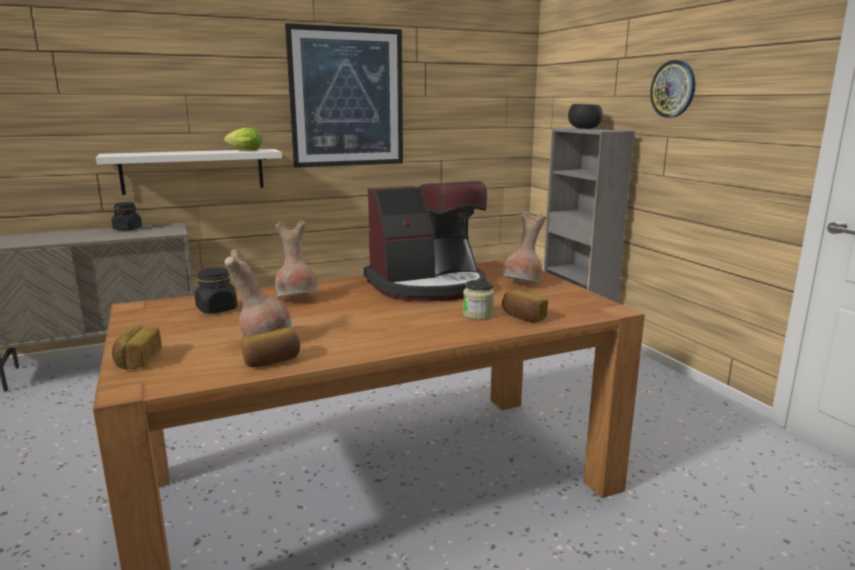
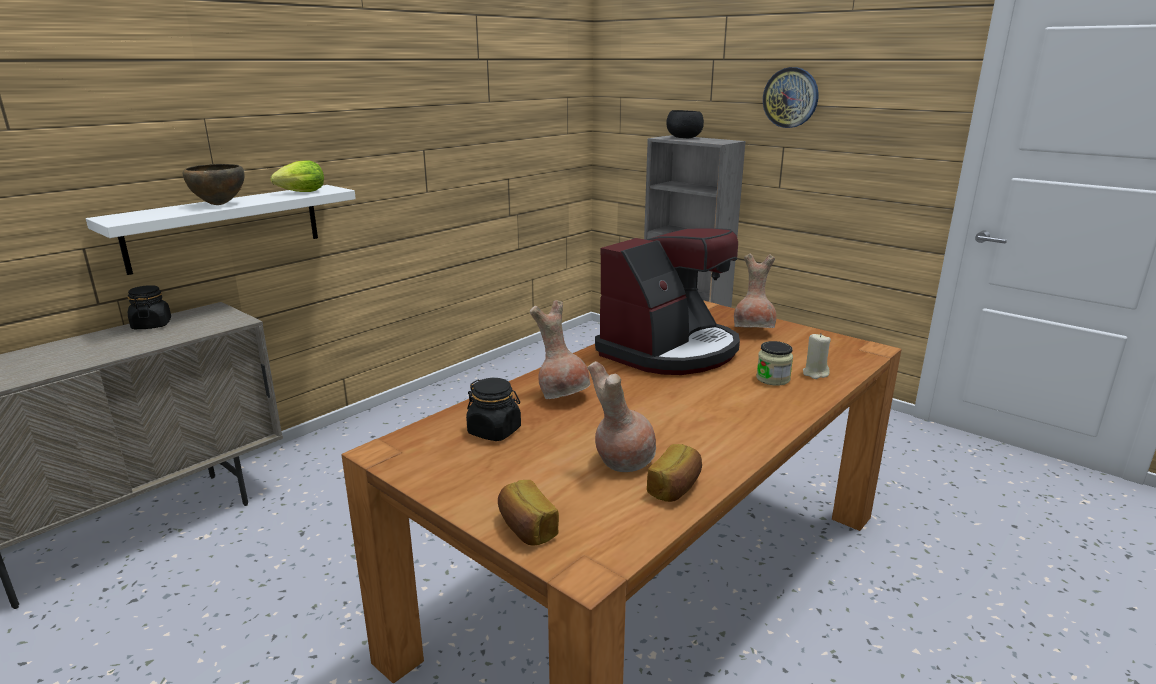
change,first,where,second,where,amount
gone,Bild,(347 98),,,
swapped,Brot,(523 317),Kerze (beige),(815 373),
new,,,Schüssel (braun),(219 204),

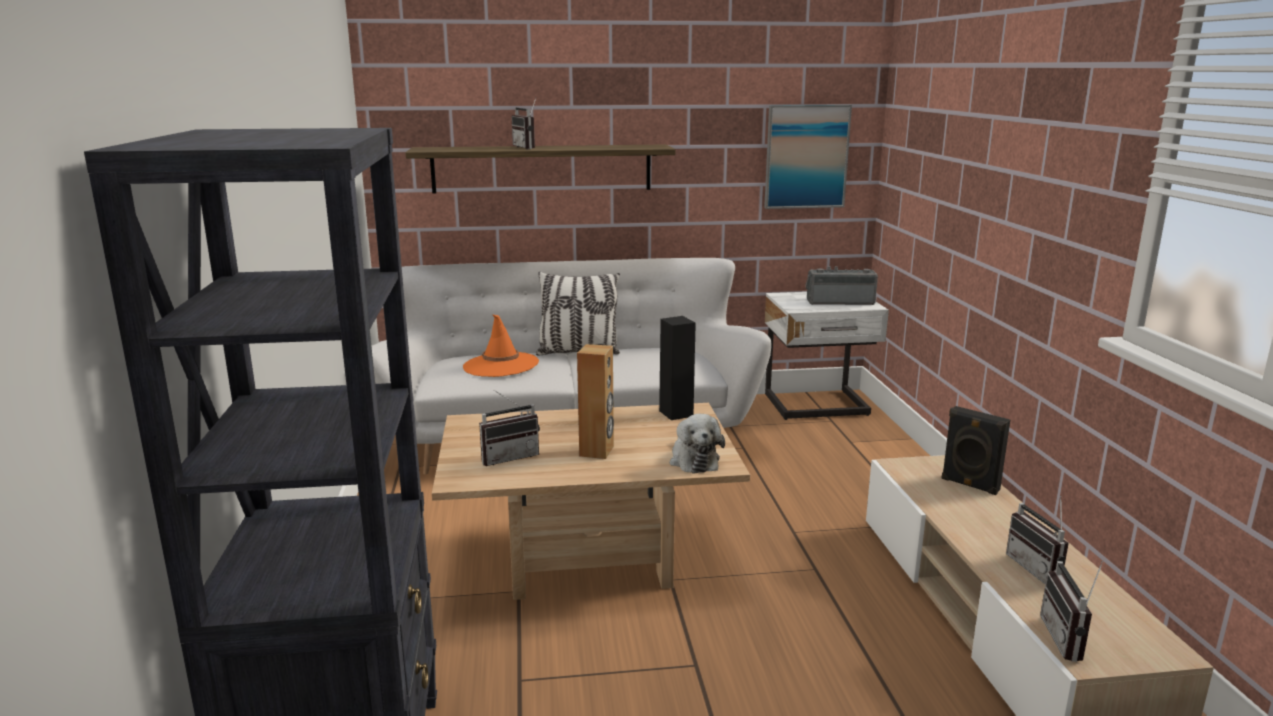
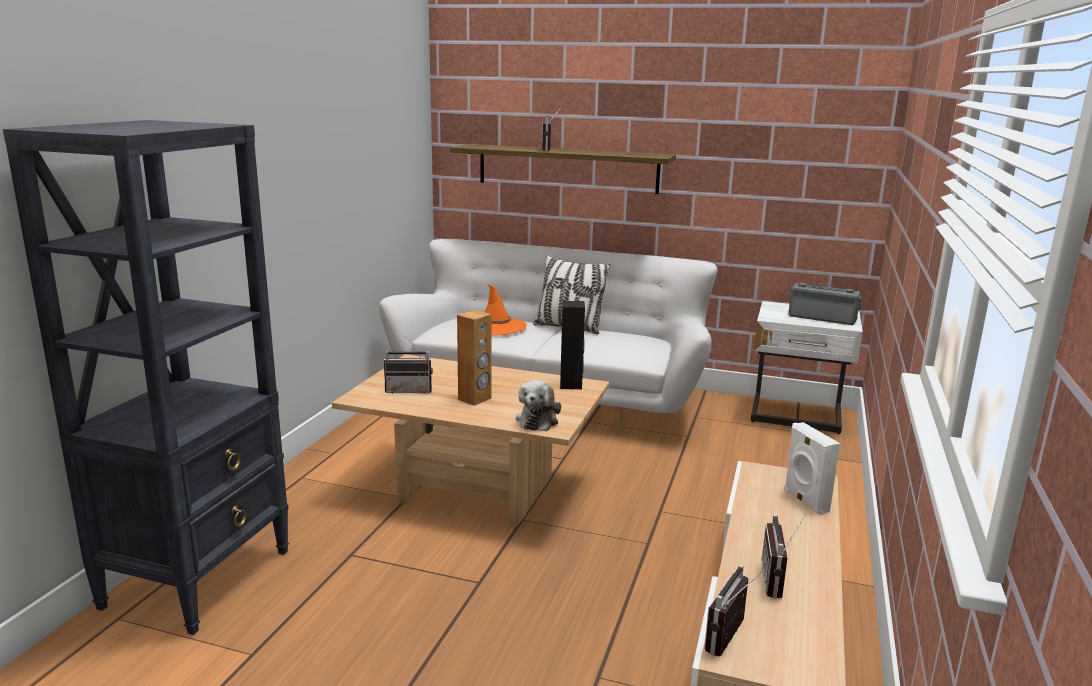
change,first,where,second,where,amount
gone,Bild,(806 156),,,
repainted,Lautsprecher (schwarz),(969 485),Lautsprecher (weiß),(804 501),

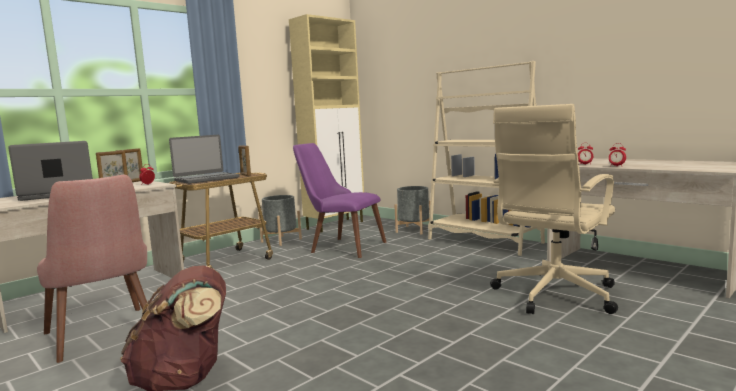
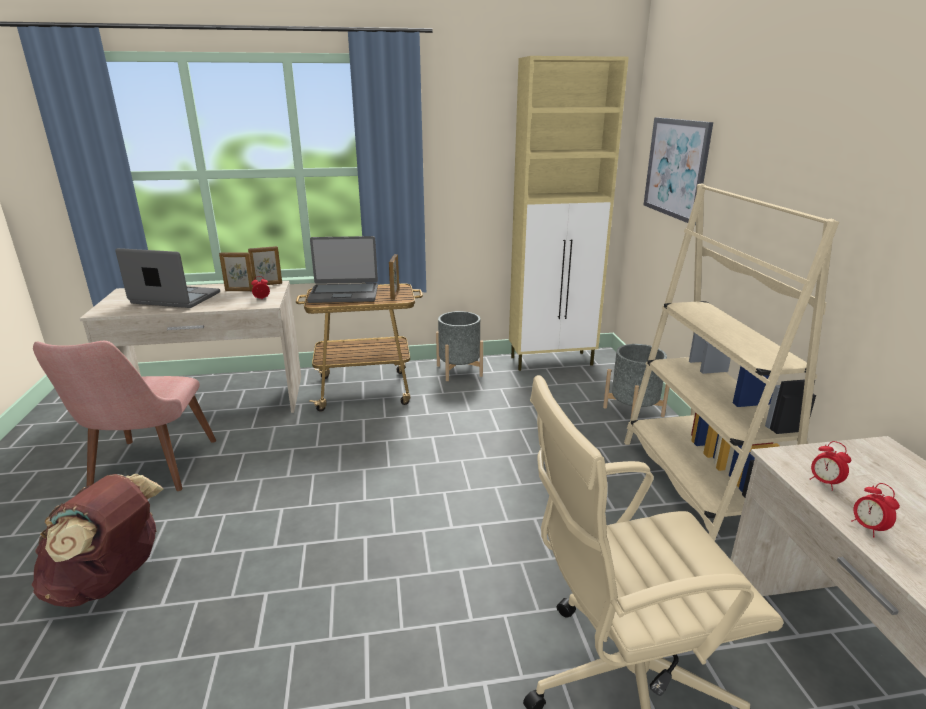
change,first,where,second,where,amount
gone,Stuhl (lila),(340 246),,,
new,,,Bild,(676 168),

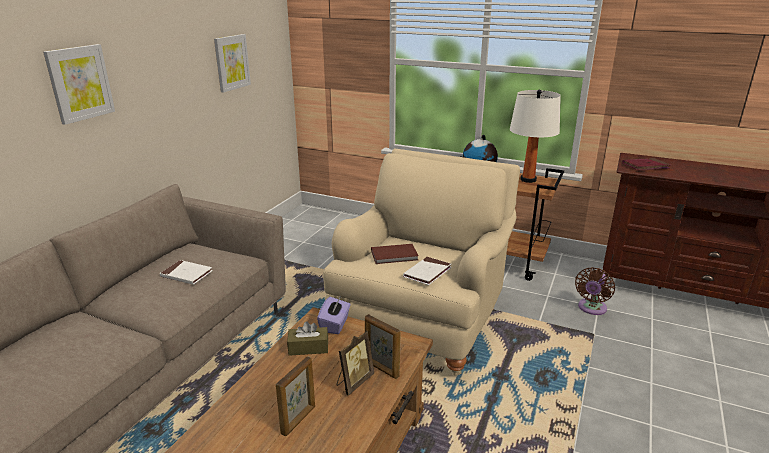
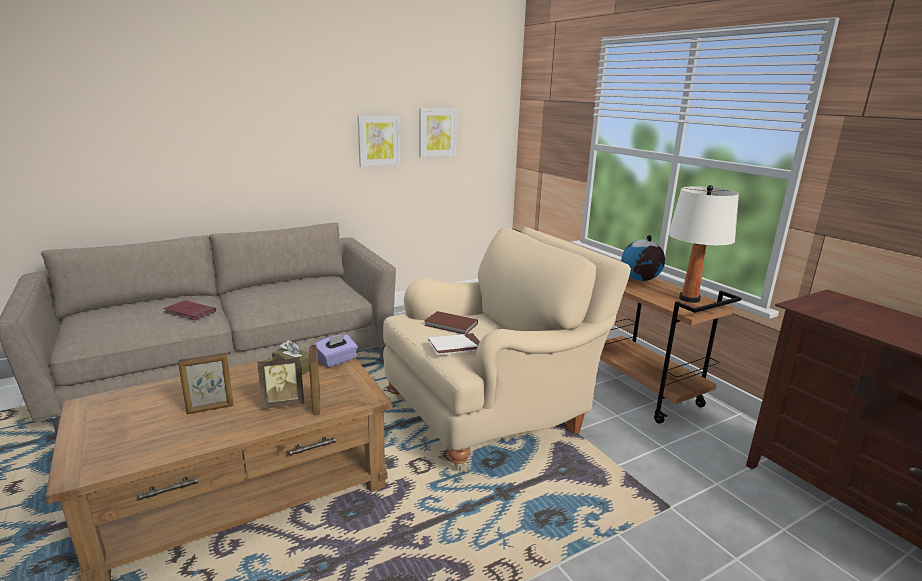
change,first,where,second,where,amount
shifted,Bild,(79 83),,(378 140),
gone,Buch (weiß),(186 274),,,
gone,Ventilator (braun),(591 308),,,
shifted,Buch (rot),(645 166),,(190 312),

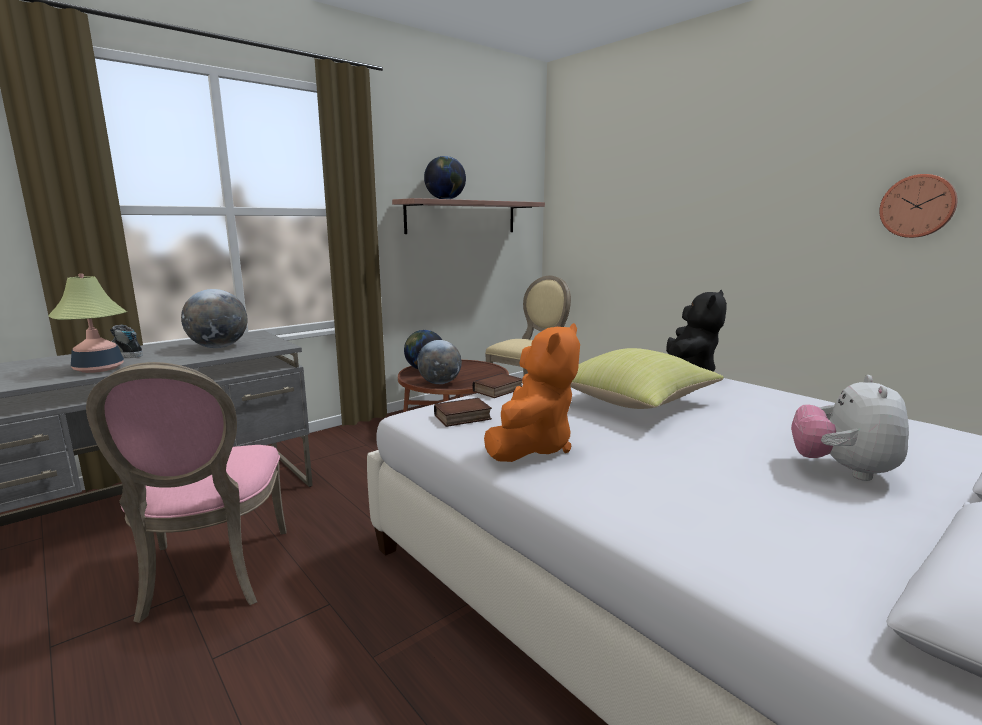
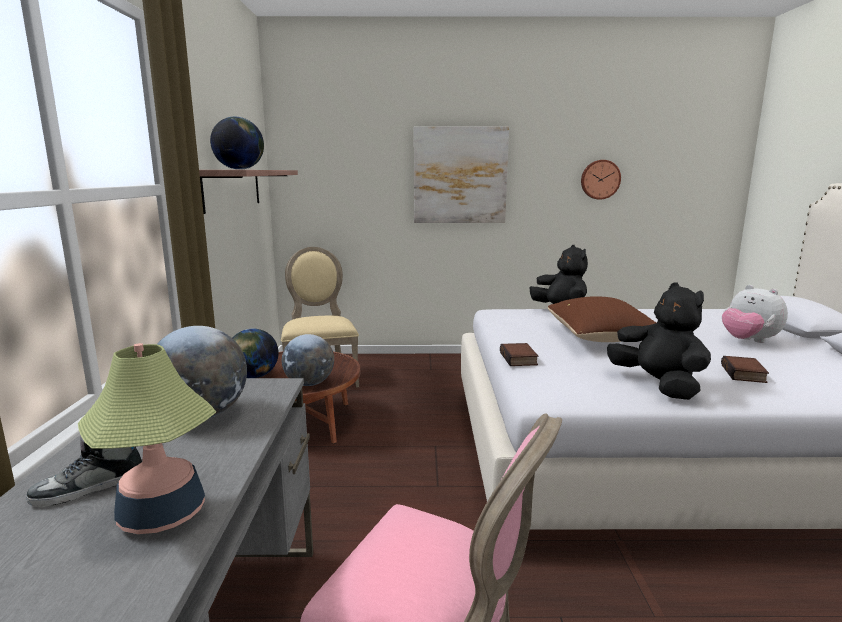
change,first,where,second,where,amount
shifted,Buch,(462 418),,(745 374),
repainted,Plüschtier (orange),(531 446),Plüschtier (schwarz),(657 385),
repainted,Kissen (gelb),(635 404),Kissen (braun),(602 339),
new,,,Bild,(460 175),

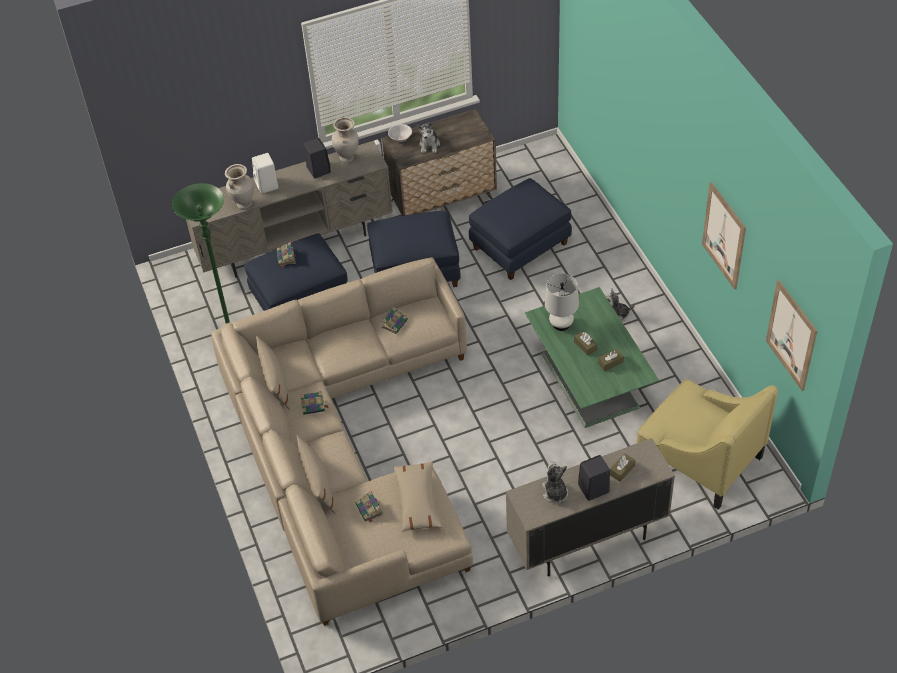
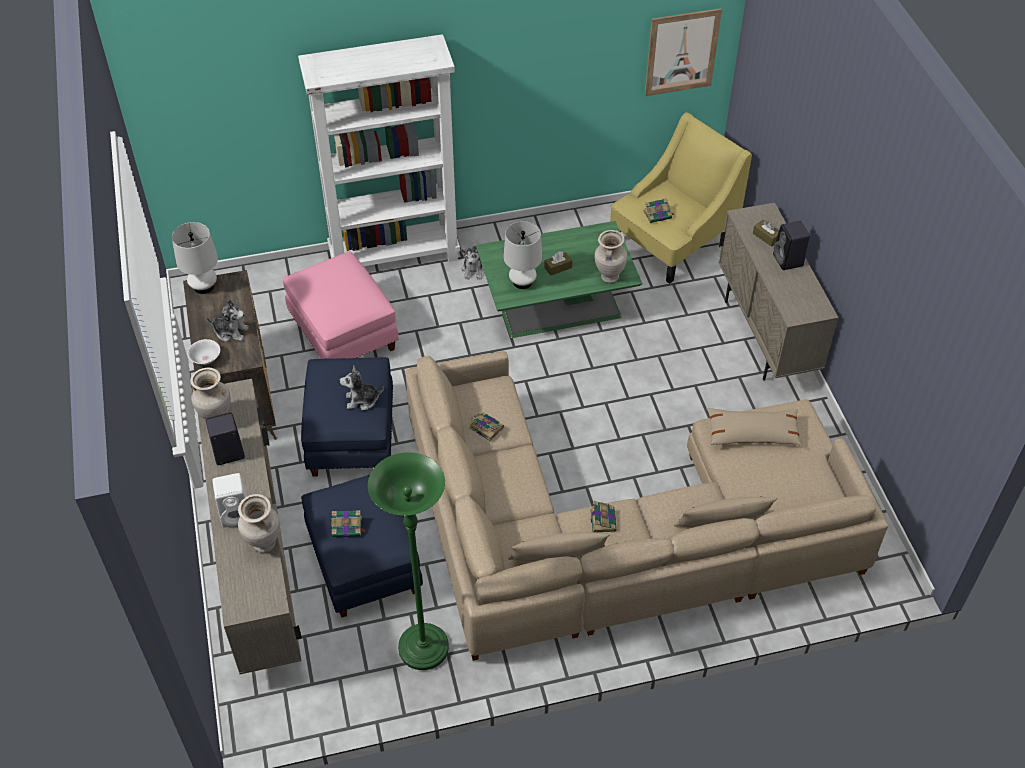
change,first,where,second,where,amount
shifted,Buch,(369 510),,(658 214),
repainted,Polsterhocker (blau),(520 245),Polsterhocker (rosa),(342 334),
shifted,Plüschtier,(555 492),,(362 400),
gone,Taschentuchbox (braun),(610 363),,,
gone,Bild,(724 236),,,
new,,,Tischlampe (weiß),(203 286),
new,,,Bücherregal (weiß),(395 255),
new,,,Vase (beige),(609 277),

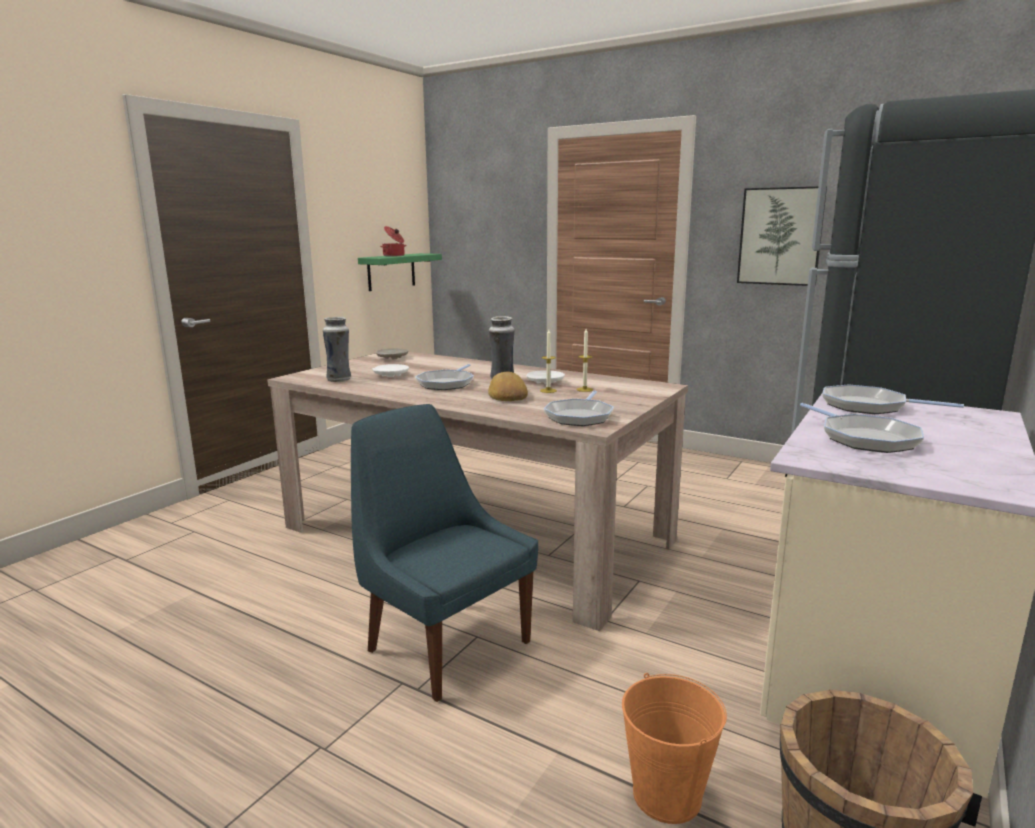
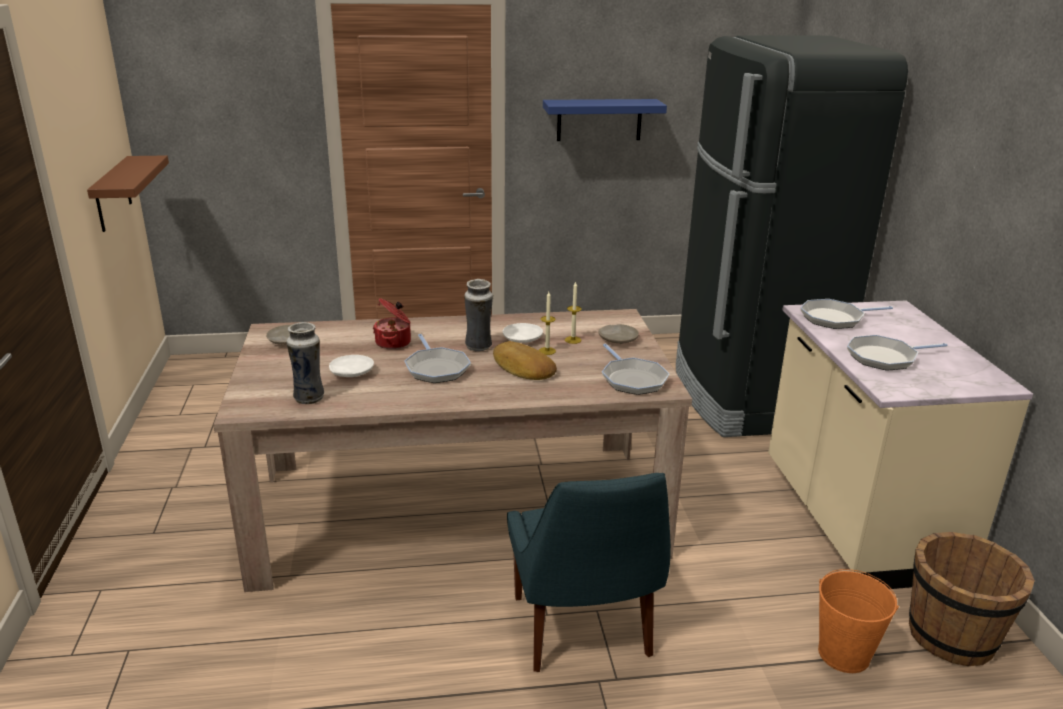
change,first,where,second,where,amount
rotated,Stuhl (blau),(445 644),,(582 630),105 degrees counterclockwise
repainted,Wandregal (grün),(391 271),Wandregal (braun),(112 194),
shifted,Kochtopf,(394 256),,(394 342),
swapped,Bild,(780 236),Wandregal (blau),(599 120),
rotated,Pfanne,(864 438),,(885 357),135 degrees clockwise
new,,,Teller (beige),(618 339),

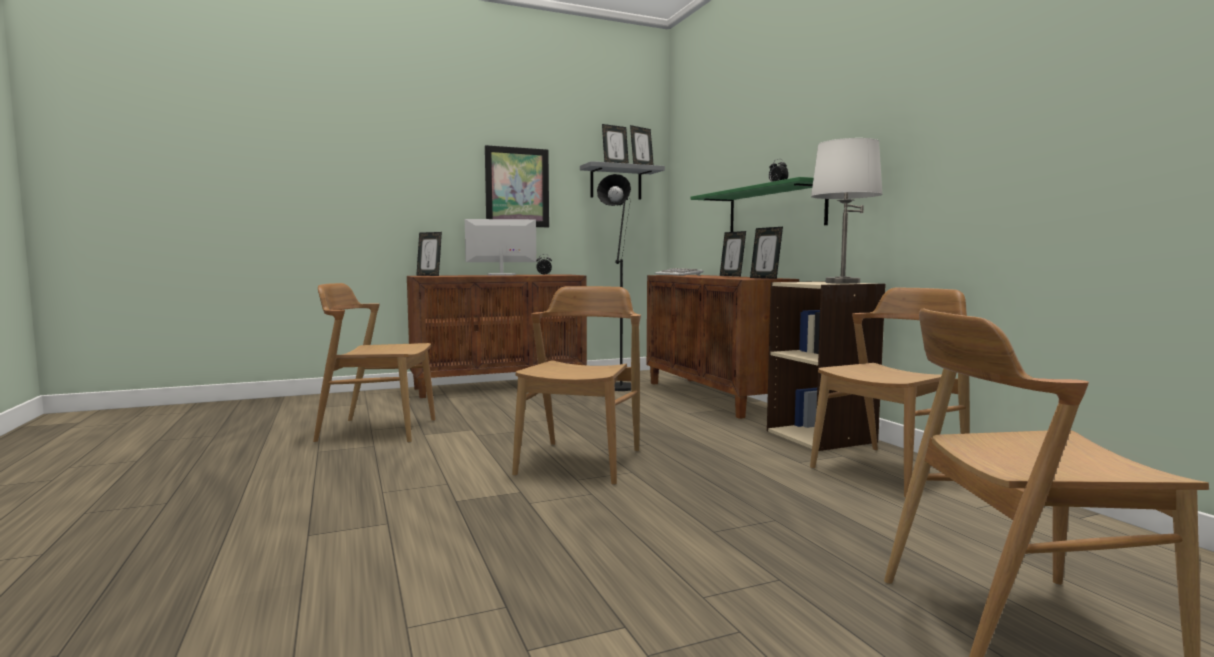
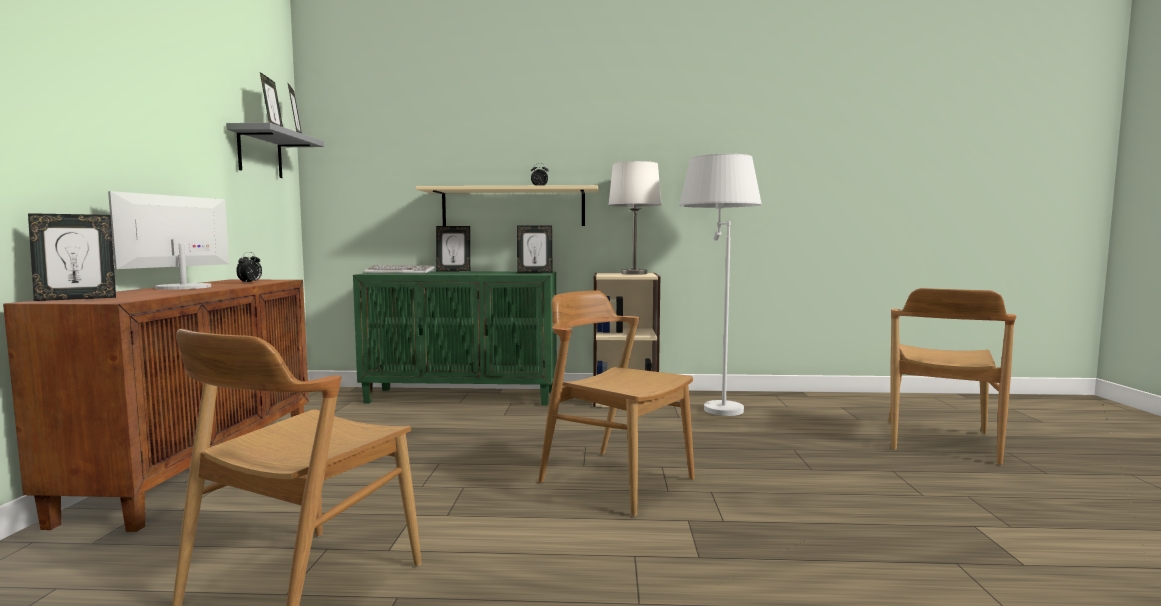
change,first,where,second,where,amount
gone,Bild,(517 187),,,
gone,Stehlampe (schwarz),(621 386),,,
repainted,Schrank (braun),(714 397),Schrank (grün),(463 396),
repainted,Wandregal (grün),(774 209),Wandregal (beige),(513 207),
swapped,Stuhl (braun),(889 471),Stehlampe (weiß),(714 404),

